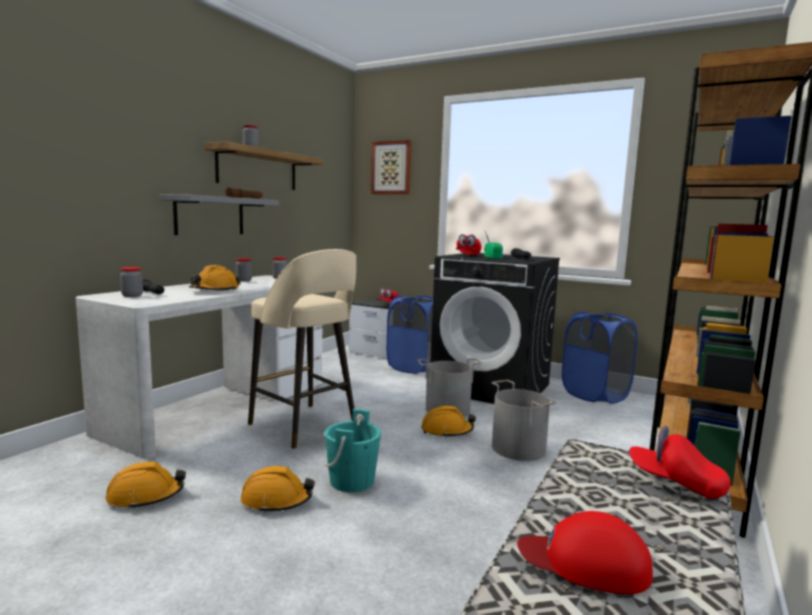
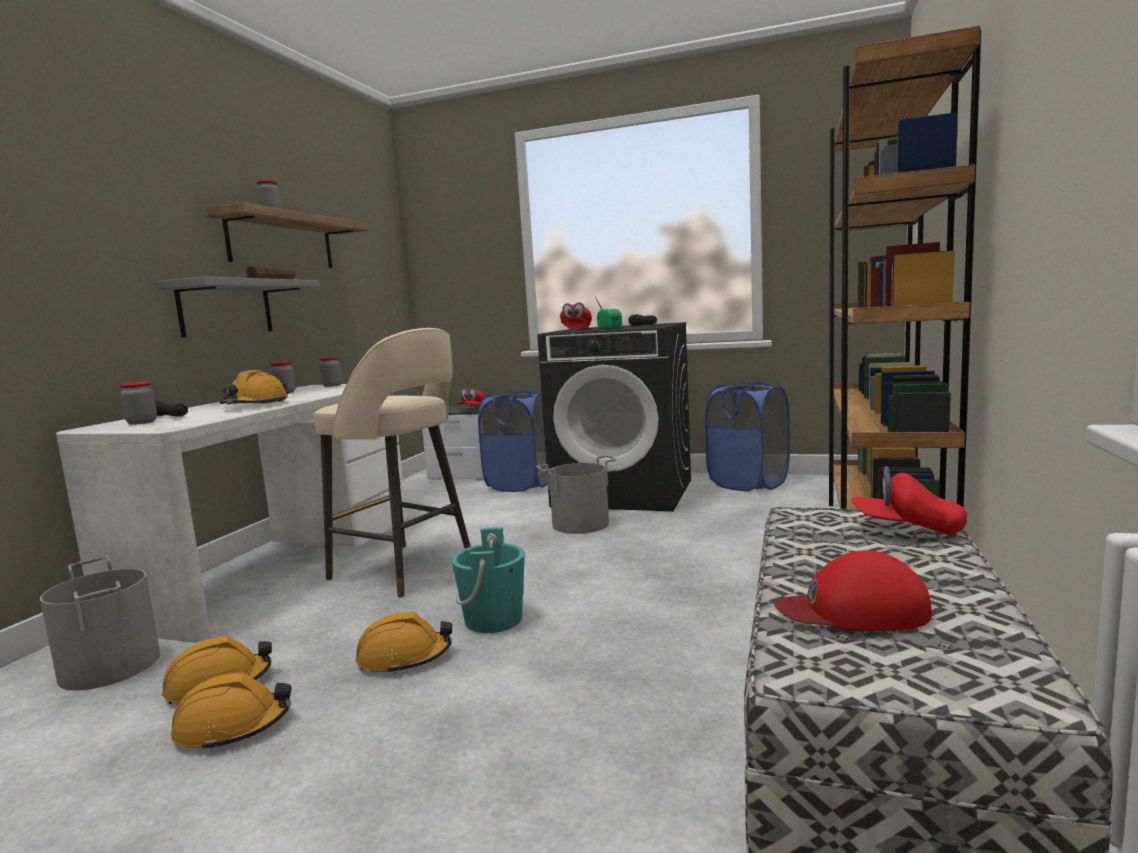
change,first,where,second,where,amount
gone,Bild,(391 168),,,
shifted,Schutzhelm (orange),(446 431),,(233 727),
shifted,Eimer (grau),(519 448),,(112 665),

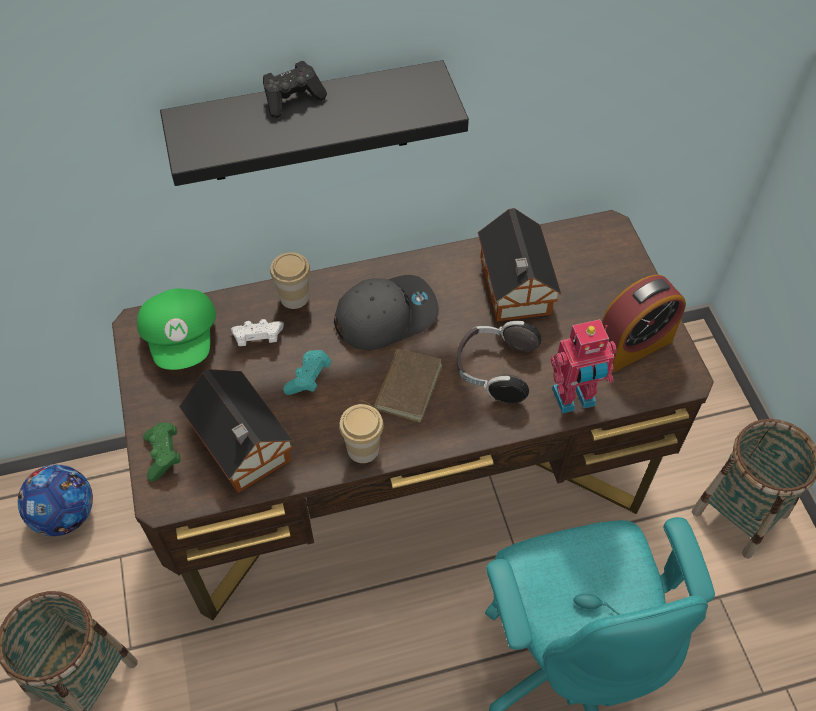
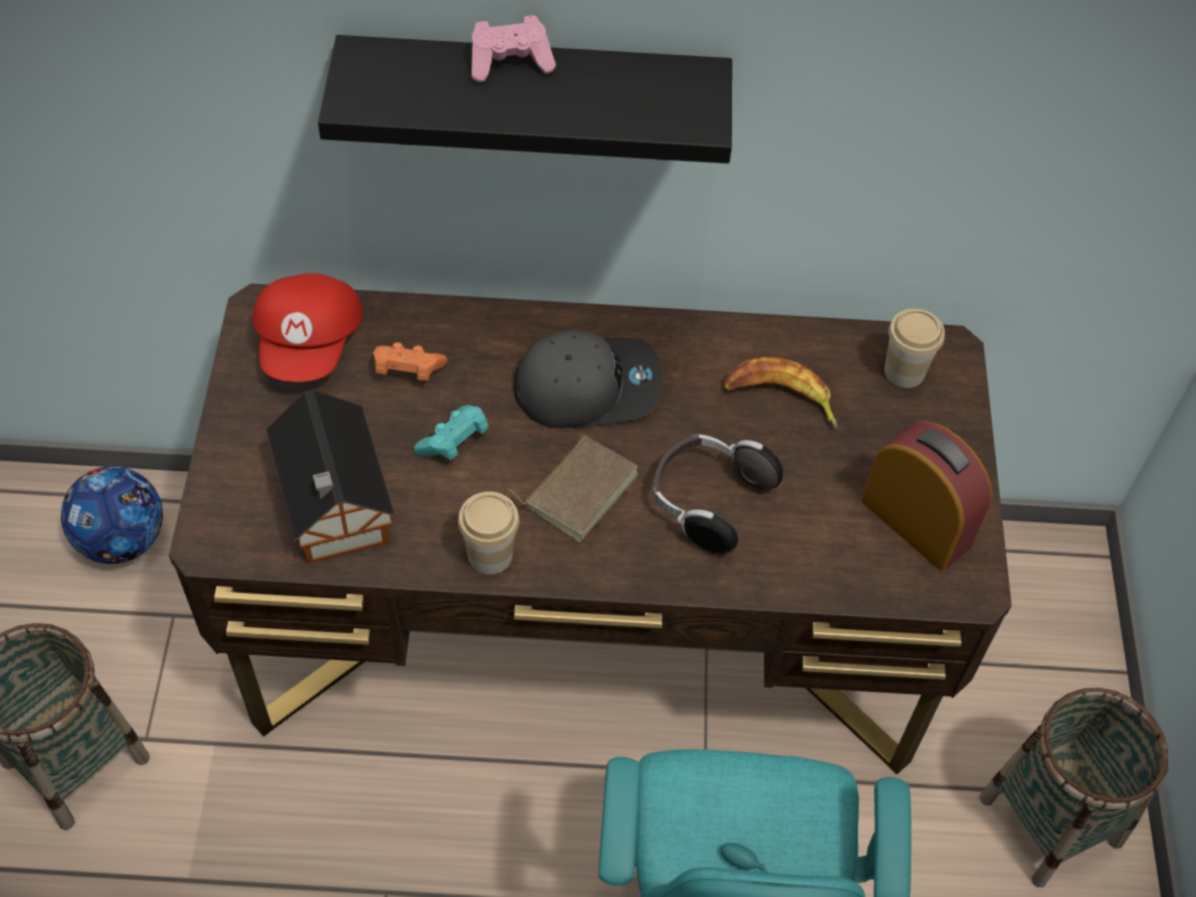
change,first,where,second,where,amount
repainted,Kappe (grün),(183 338),Kappe (rot),(311 343),
gone,Gamepad (grün),(163 455),,,
repainted,Gamepad (weiß),(258 339),Gamepad (orange),(407 371),
repainted,Gamepad (schwarz),(293 99),Gamepad (rosa),(510 63),
shifted,Tasse,(294 297),,(904 371),
swapped,Spielzeughaus,(514 288),Banane,(780 398),
gone,Spielzeugroboter,(574 399),,,
rotated,Wecker,(633 345),,(916 522),120 degrees counterclockwise

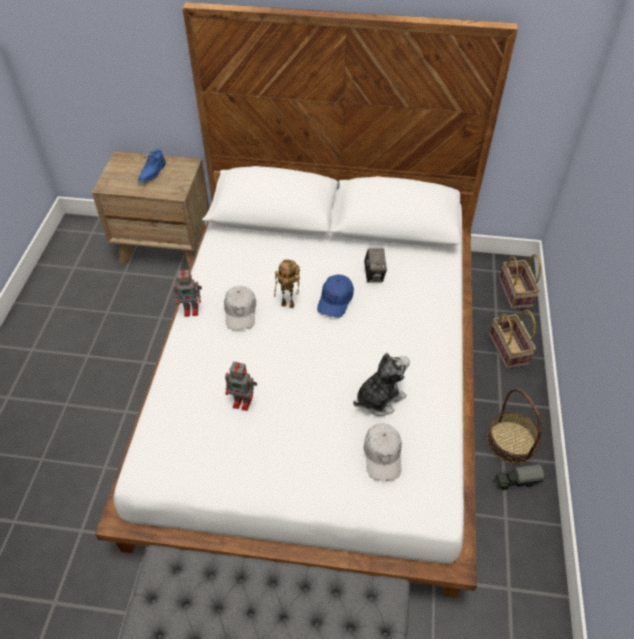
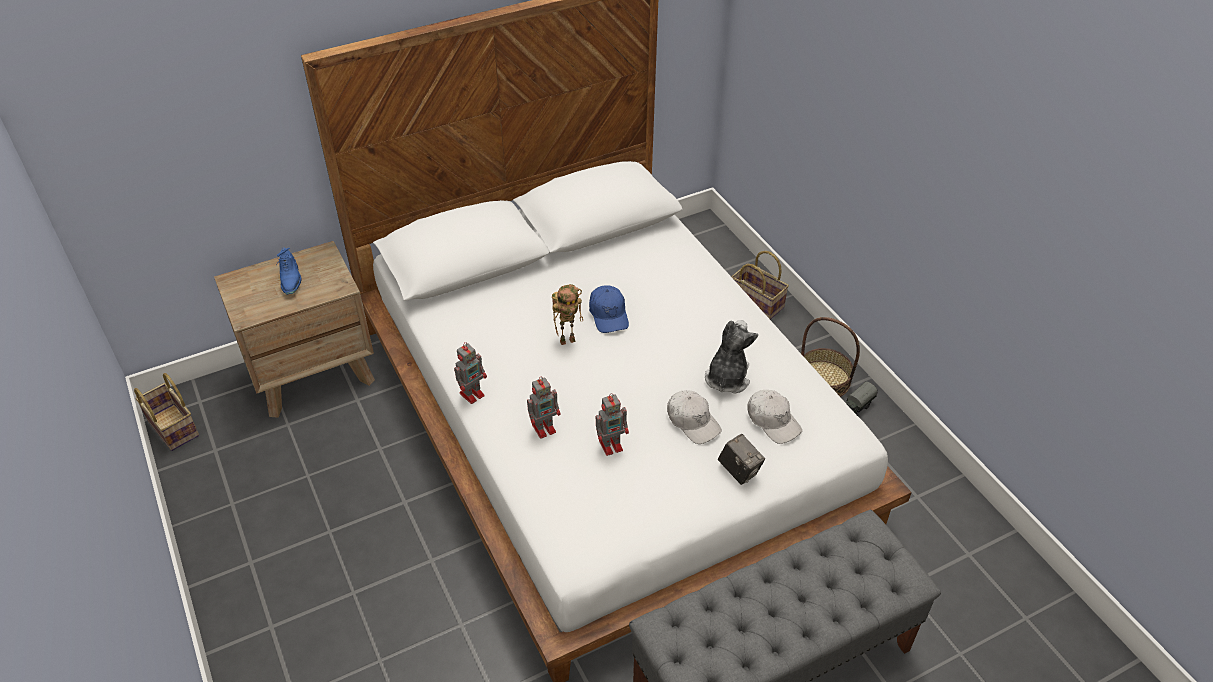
change,first,where,second,where,amount
shifted,Kappe (weiß),(240 312),,(693 421),
shifted,Kamera,(374 275),,(739 471),
shifted,Korb,(516 294),,(174 428),
new,,,Spielzeugroboter,(545 428),

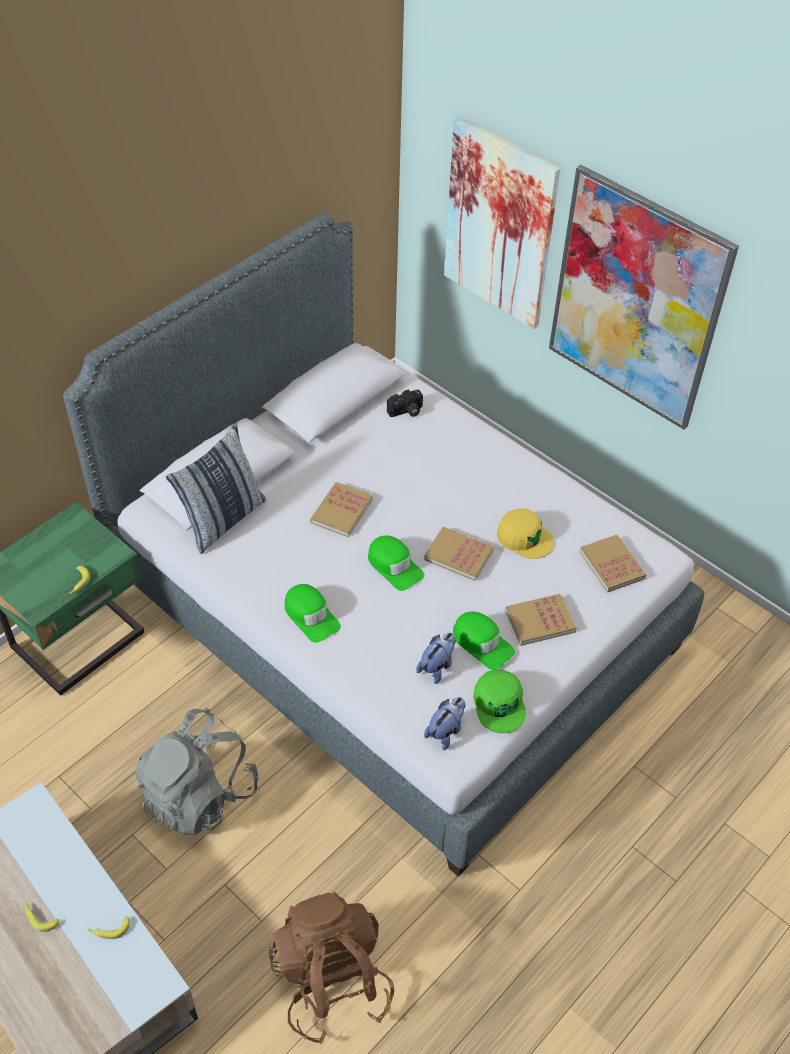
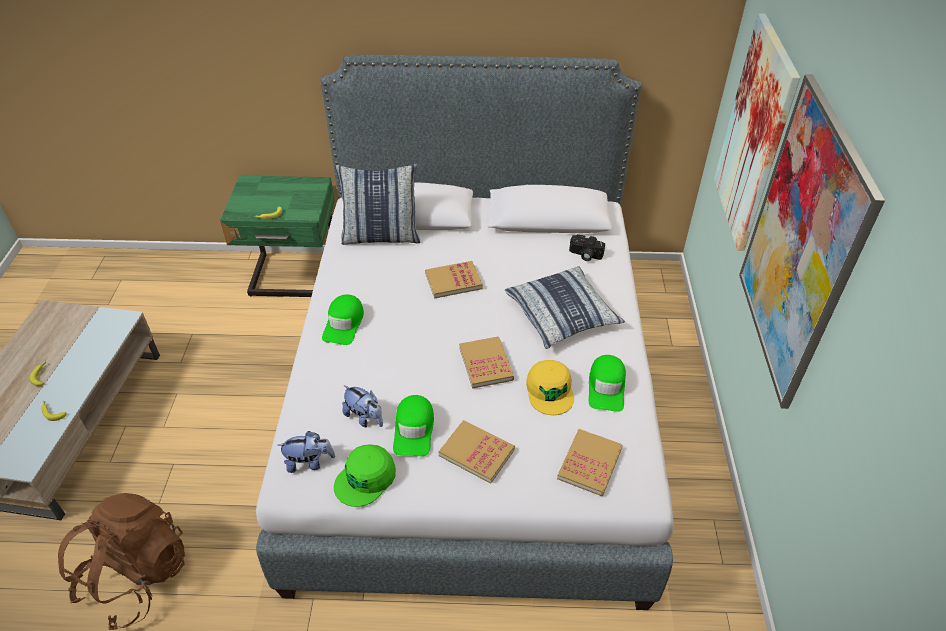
change,first,where,second,where,amount
gone,Rucksack (grau),(199 794),,,
shifted,Kappe (grün),(394 566),,(606 387),
rotated,Plüschtier,(437 666),,(365 417),45 degrees clockwise
new,,,Kissen,(562 315),

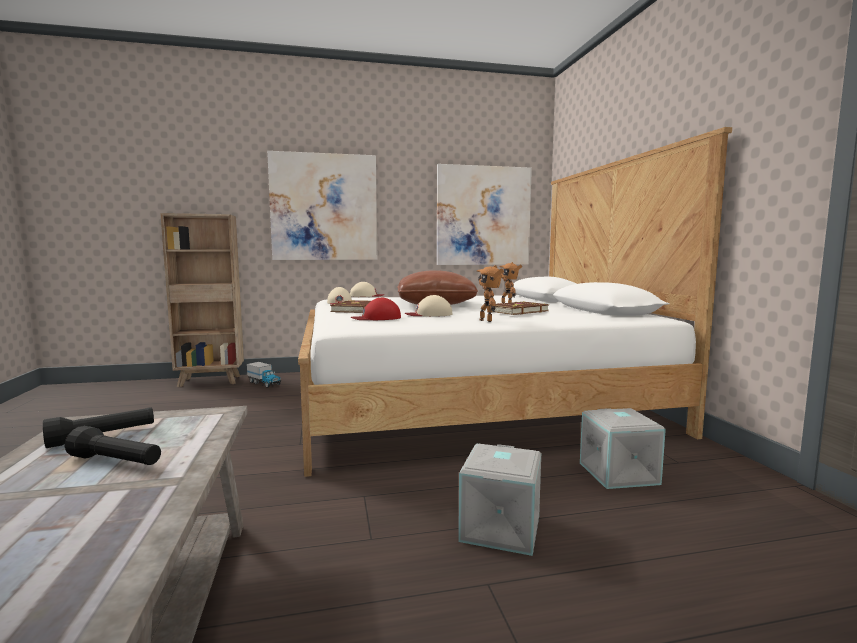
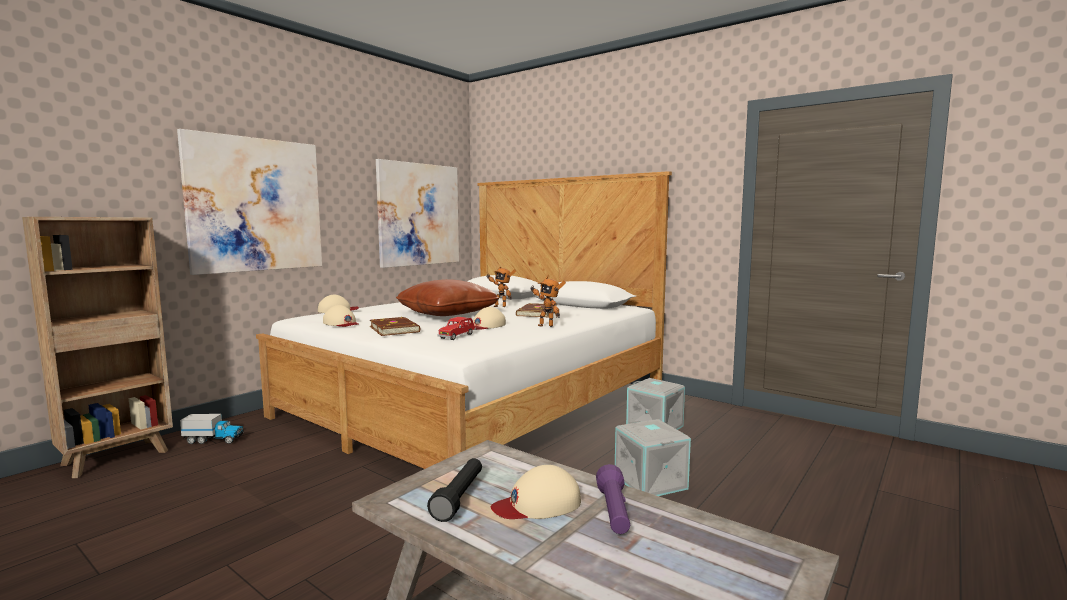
change,first,where,second,where,amount
swapped,Taschenlampe (schwarz),(116 462),Kappe (beige),(538 504),
swapped,Kappe (rot),(377 318),Spielzeugauto (rot),(457 336),
new,,,Taschenlampe (lila),(614 512),

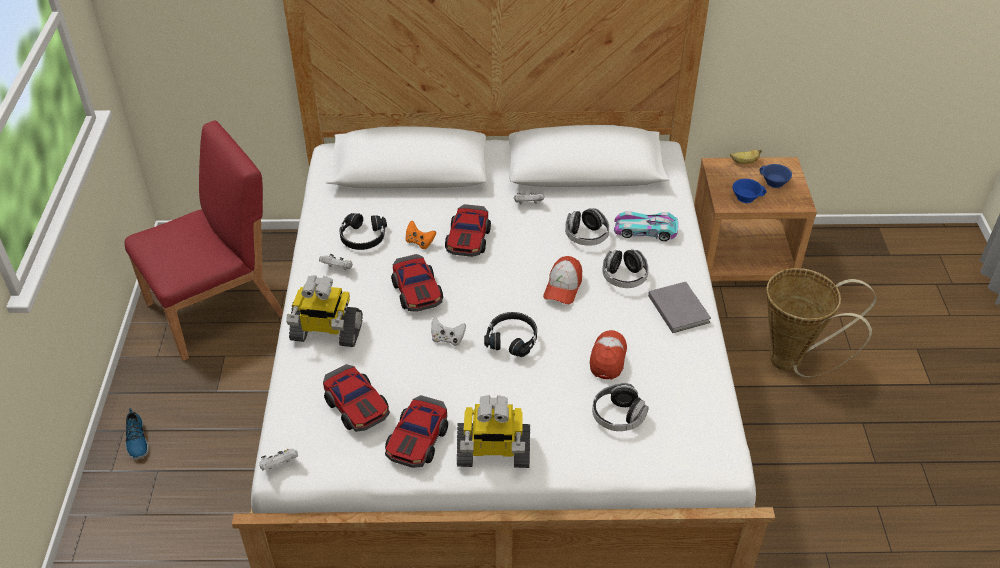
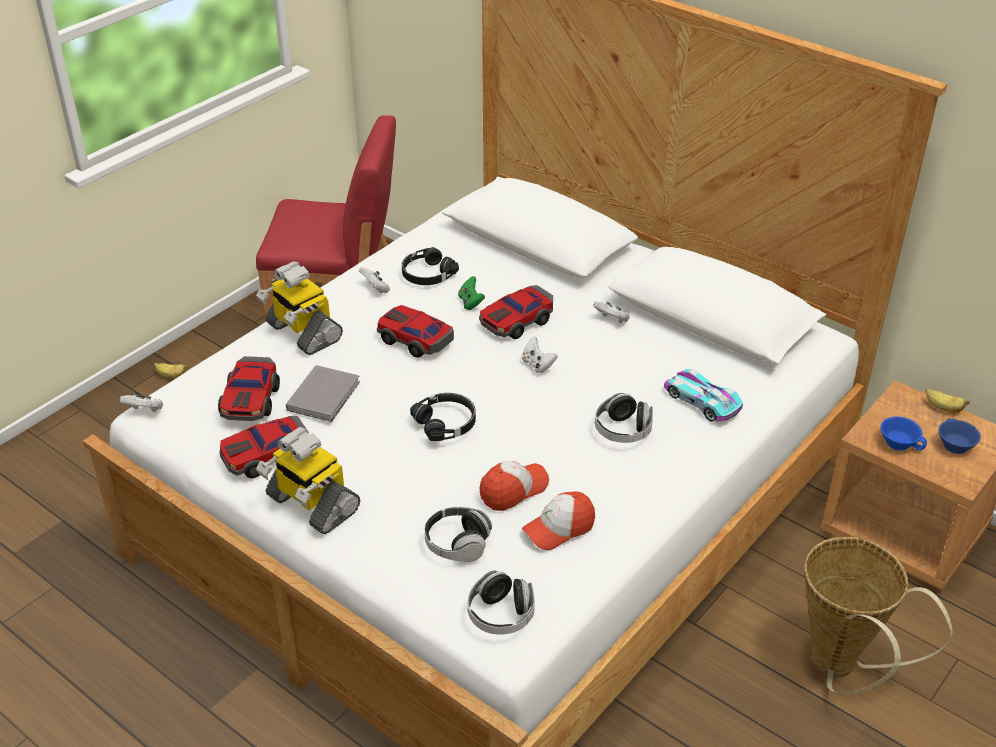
change,first,where,second,where,amount
swapped,Schuh,(136 440),Banane,(171 376),
rotated,Spielzeugauto,(417 291),,(415 340),105 degrees clockwise
repainted,Gamepad (orange),(419 242),Gamepad (grün),(470 302),
shifted,Gamepad (weiß),(447 339),,(537 364),
shifted,Kappe,(563 287),,(559 528),
shifted,Kopfhörer,(586 236),,(501 615),
shifted,Buch (grau),(678 308),,(325 395),

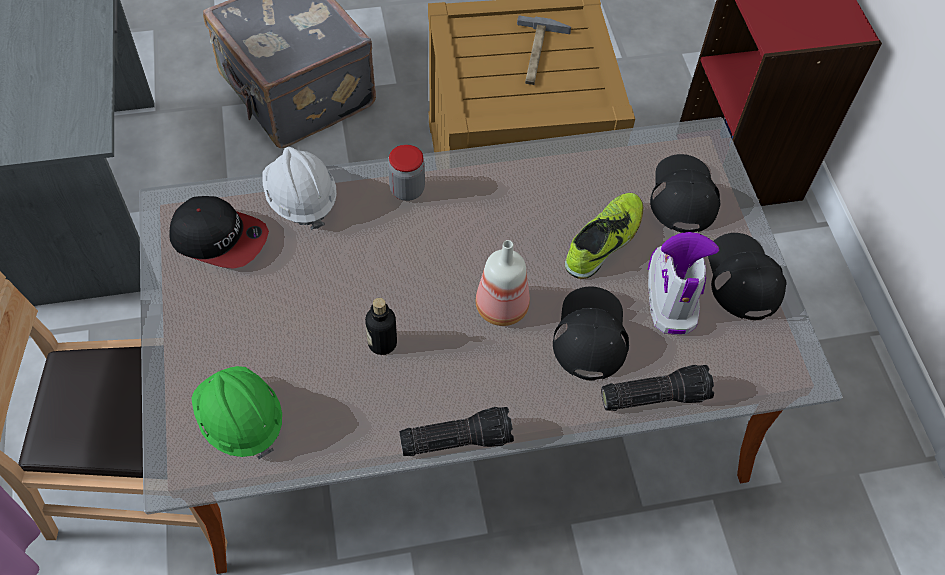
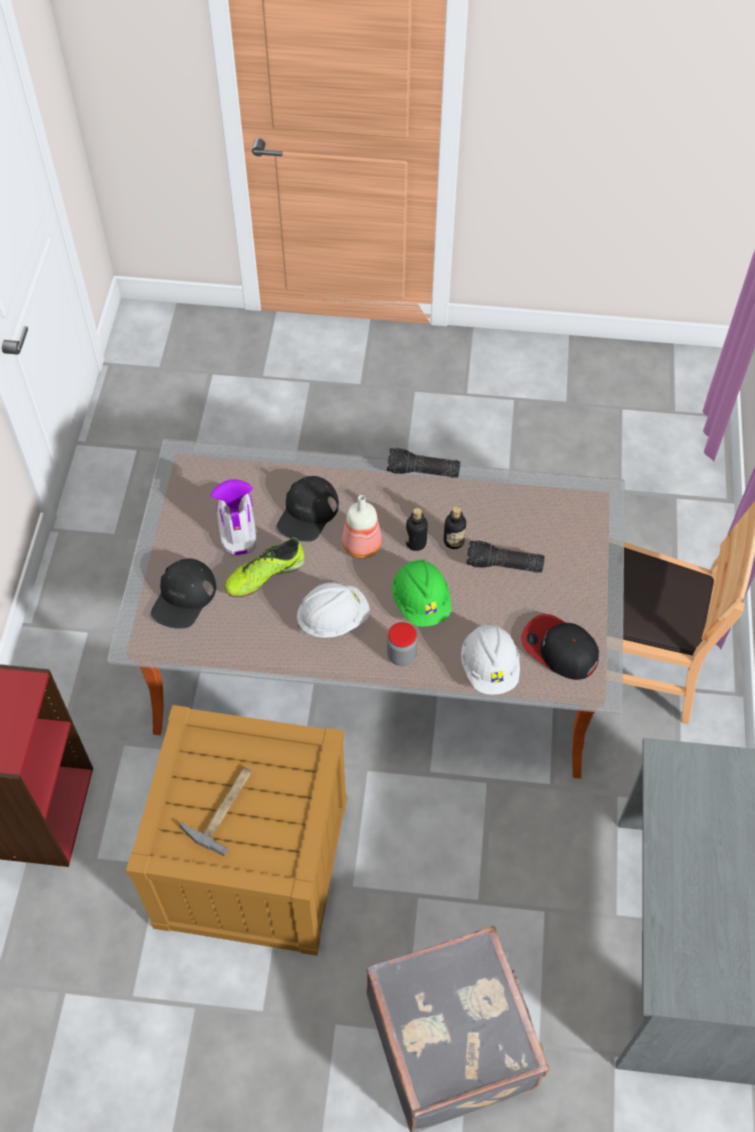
change,first,where,second,where,amount
shifted,Schutzhelm (grün),(240 421),,(421 602),
shifted,Taschenlampe,(654 395),,(503 565),
rotated,Stiefel,(671 293),,(237 526),150 degrees clockwise
gone,Kappe (schwarz),(743 277),,,
new,,,Schutzhelm (weiß),(333 619),
new,,,Flasche,(416 543),

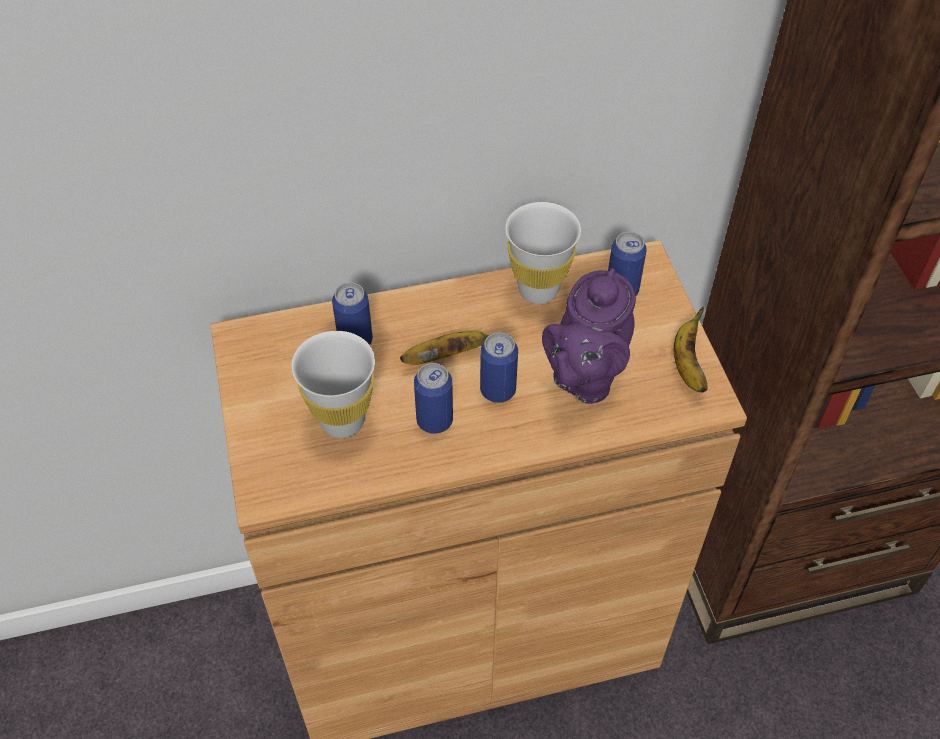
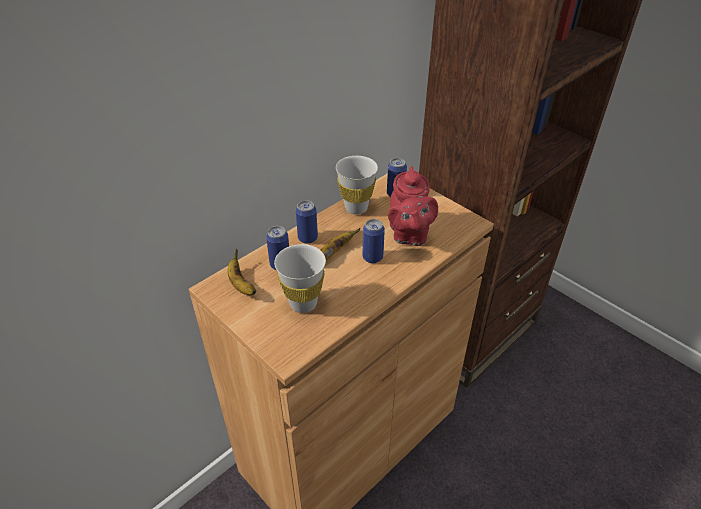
change,first,where,second,where,amount
shifted,Dose,(434 421),,(307 238),
repainted,Teekanne (lila),(584 376),Teekanne (rot),(408 235),
shifted,Banane,(687 365),,(241 284),

